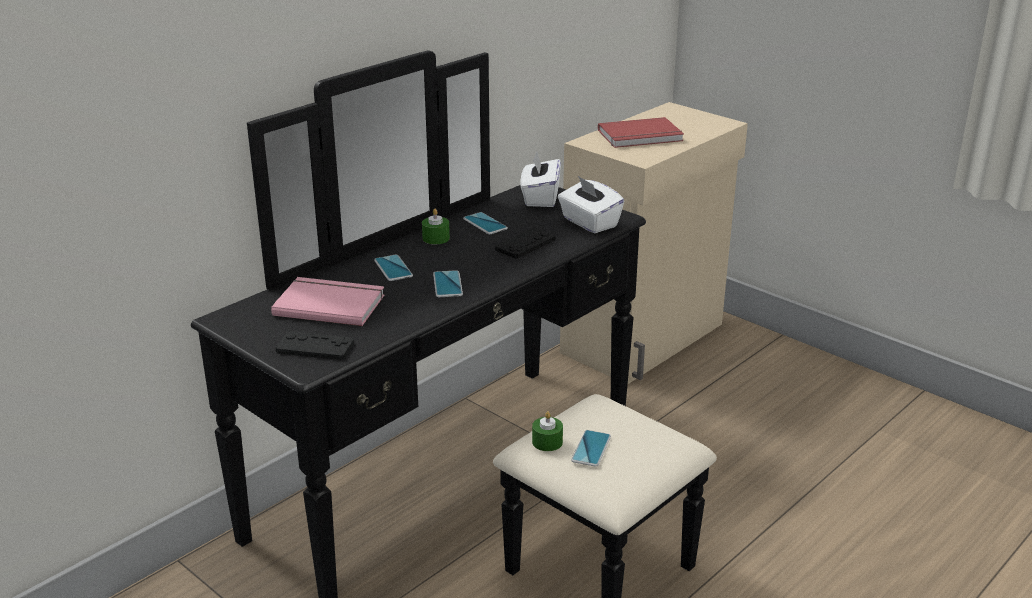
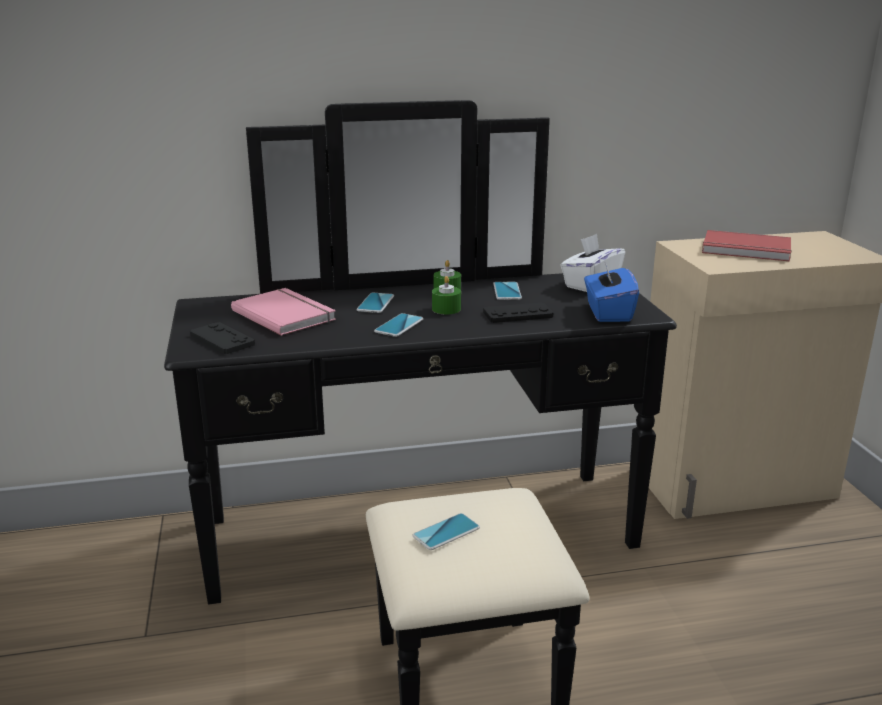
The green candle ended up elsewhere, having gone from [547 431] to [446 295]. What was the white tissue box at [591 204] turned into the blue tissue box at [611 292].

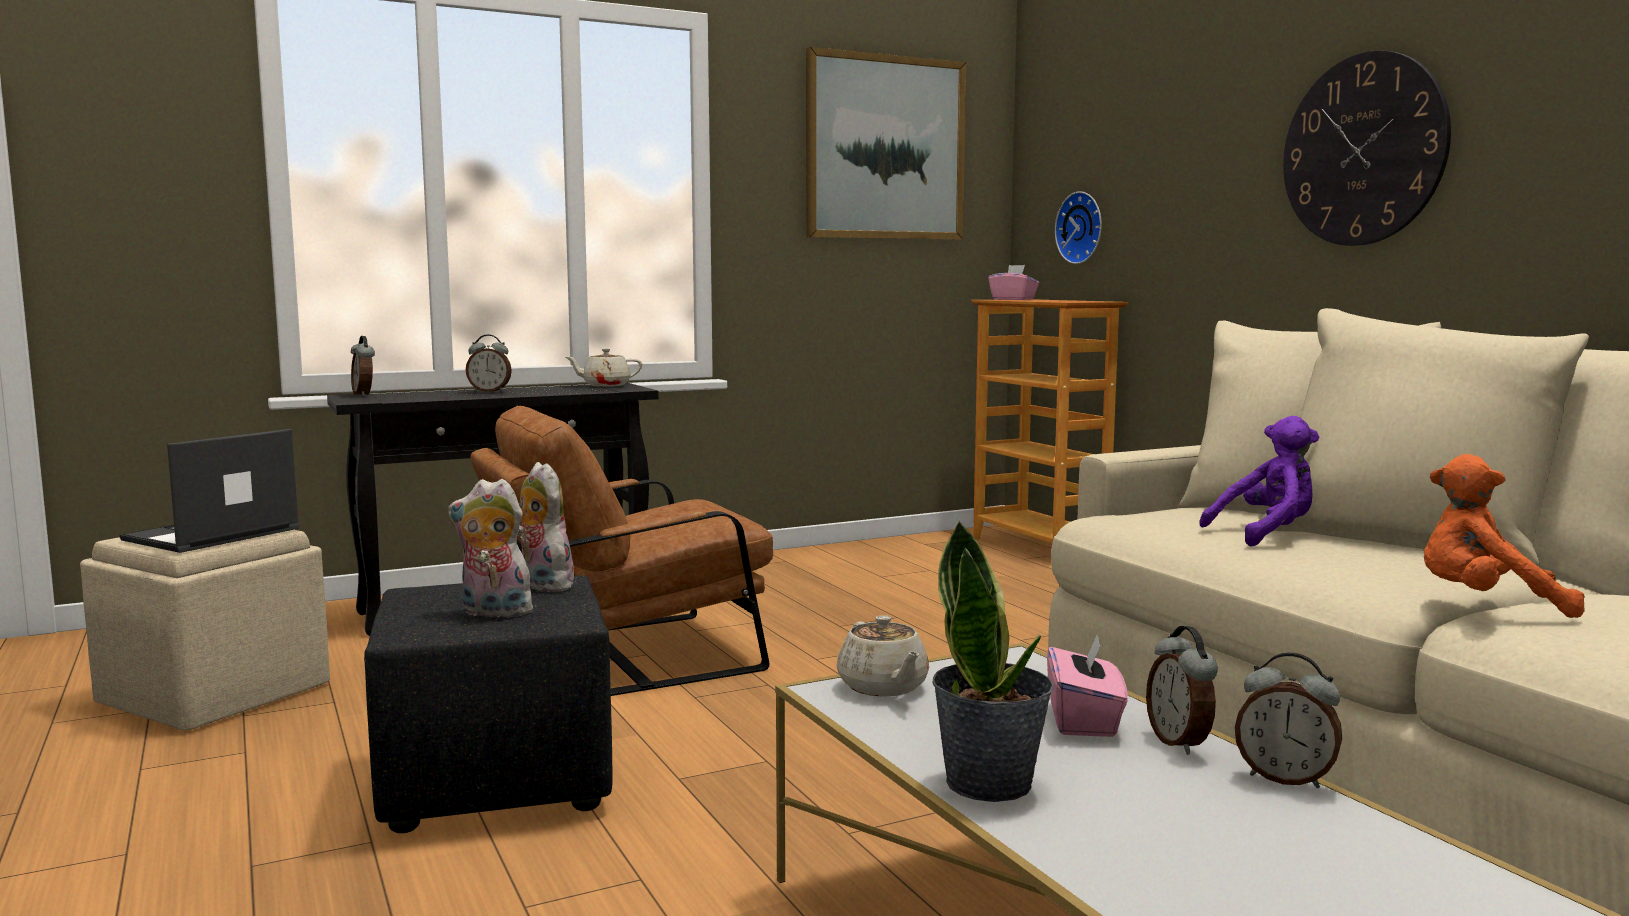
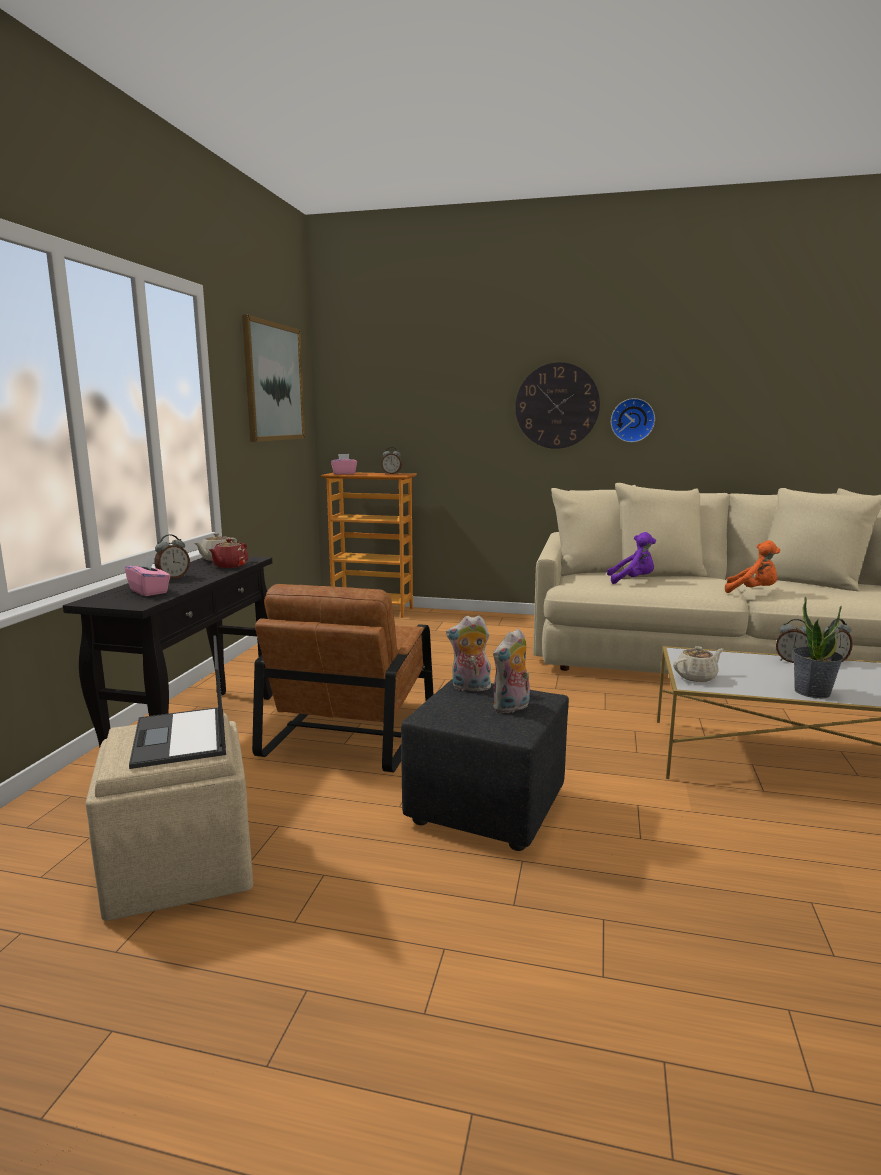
The second view gained the red teapot at [228 553]. The alarm clock ended up elsewhere, having gone from [363 366] to [391 460]. The pink tissue box ended up elsewhere, having gone from [1087 685] to [147 576]. The wall clock ended up elsewhere, having gone from [1078 227] to [633 420]. The beige teapot at [883 656] ended up facing another way, 45 degrees counterclockwise from before. The purple plush toy at [1260 481] ended up facing another way, 75 degrees clockwise from before. The orange plush toy at [1504 536] ended up facing another way, 120 degrees counterclockwise from before.

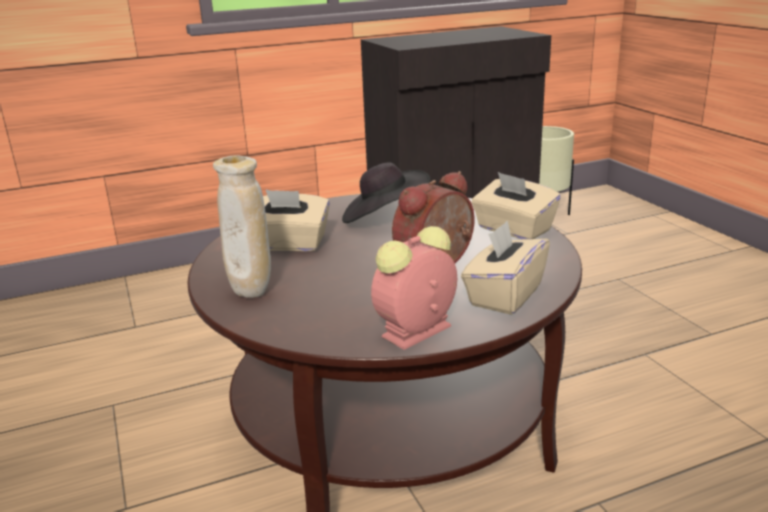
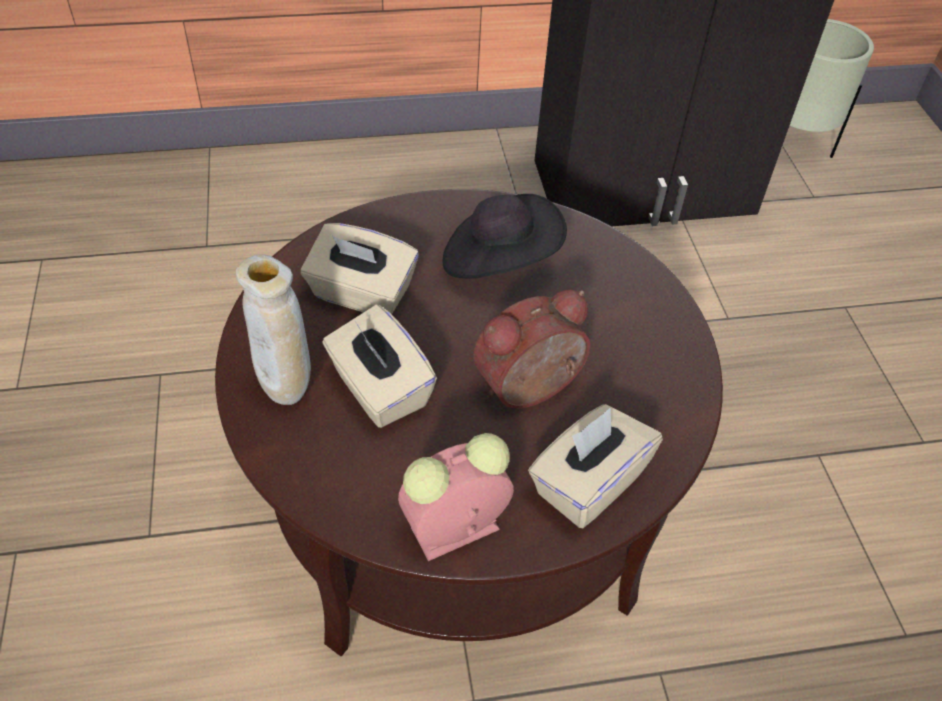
The beige tissue box ended up elsewhere, having gone from [516 206] to [379 366].

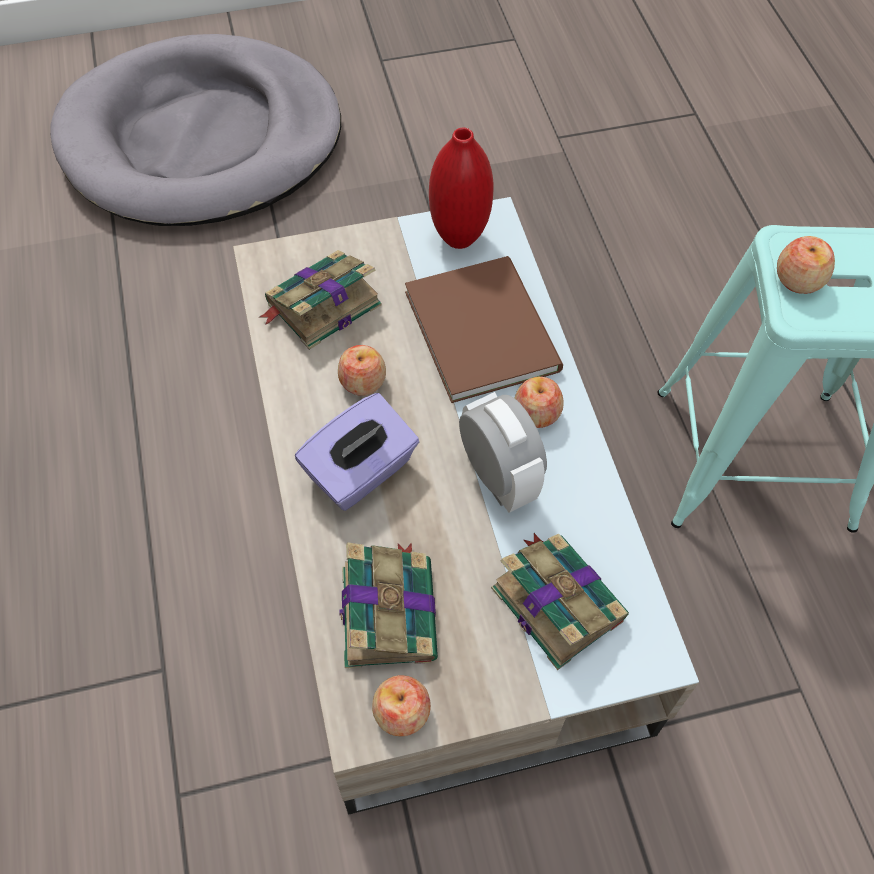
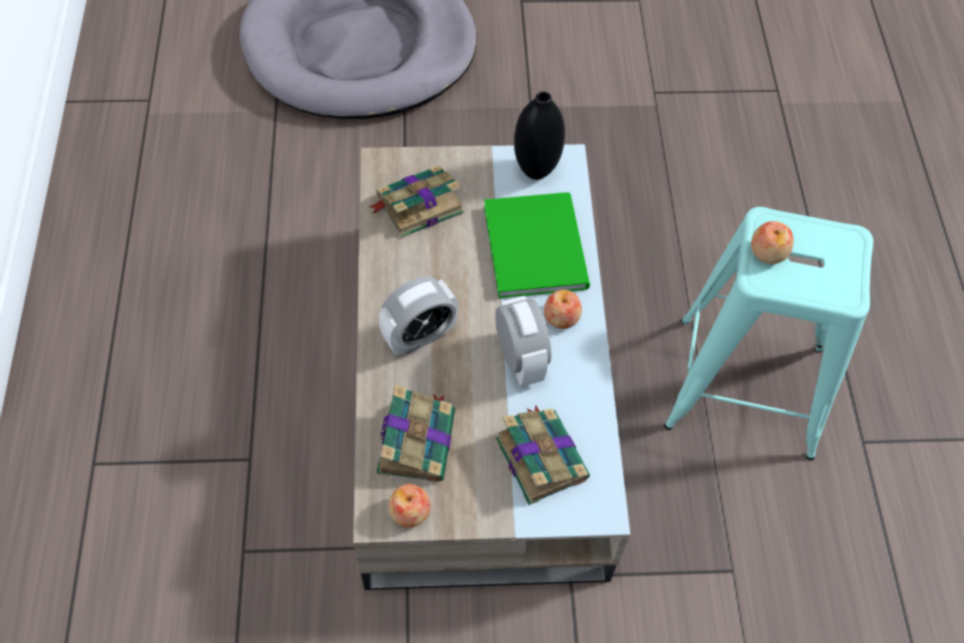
The second view lost the apple at [362 370]. Where the purple tissue box stood at [357 452], the alarm clock came to stand at [418 316]. What was the brown book at [484 329] turned into the green book at [537 245]. What was the red vase at [461 188] turned into the black vase at [539 136].

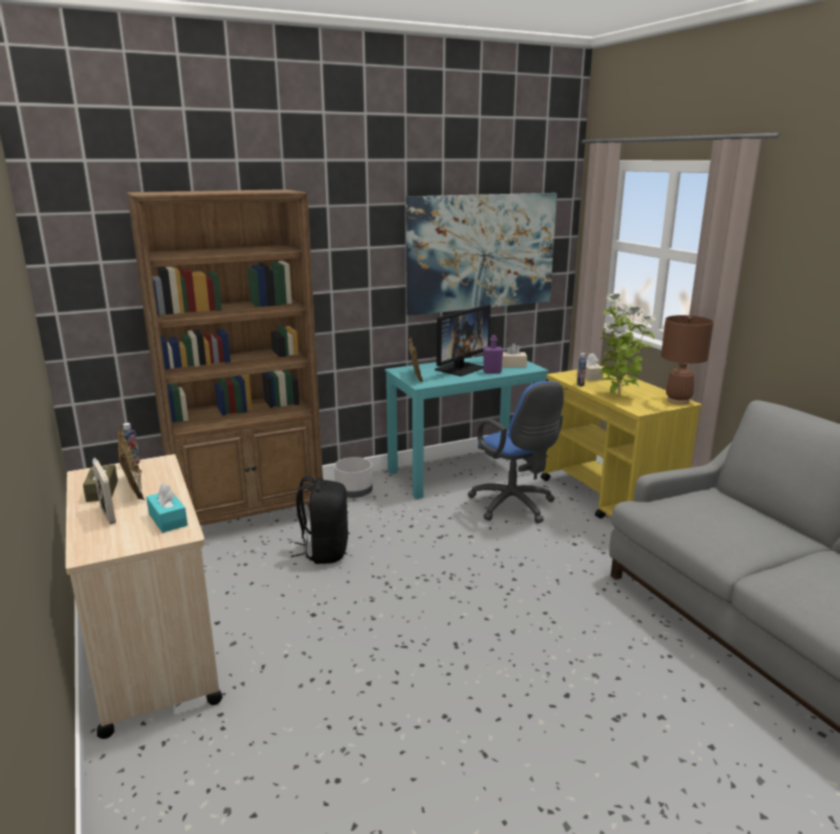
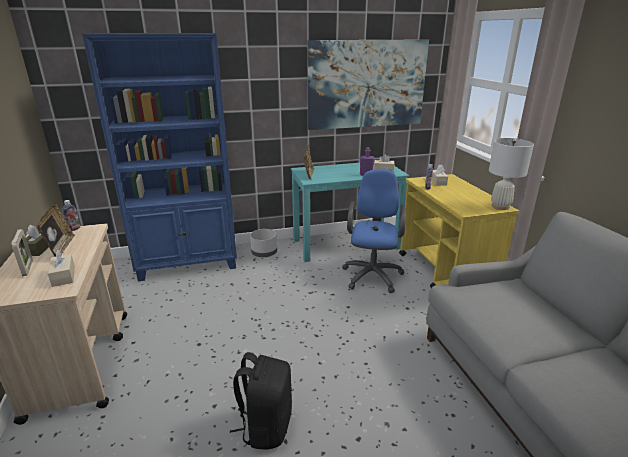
The second view lost the monitor at [463 340]. The second view lost the potted plant at [627 344]. The black backpack ended up elsewhere, having gone from [319 520] to [261 401]. What was the brown bookcase at [225 357] turned into the blue bookcase at [159 157]. What was the turquoise tissue box at [167 508] turned into the beige tissue box at [61 268]. What was the brown table lamp at [687 360] turned into the white table lamp at [511 174]. The blue office chair at [516 452] ended up facing another way, 150 degrees counterclockwise from before.

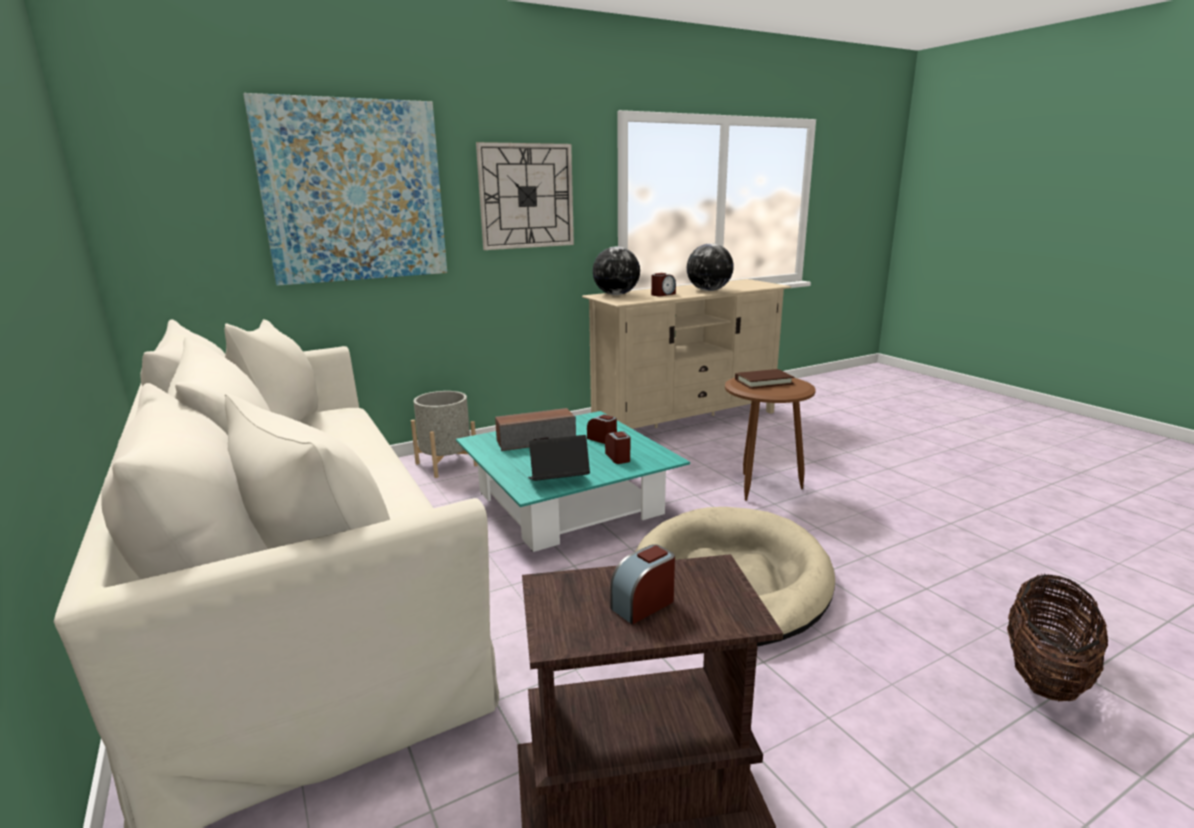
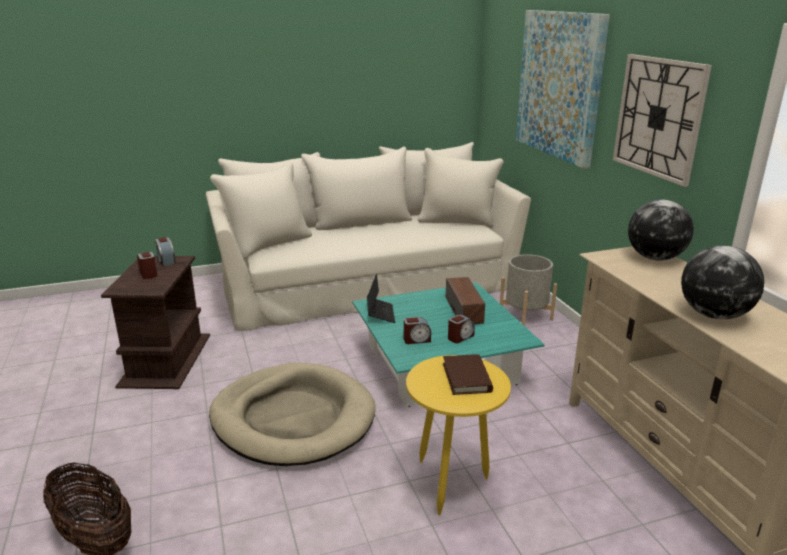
The alarm clock ended up elsewhere, having gone from [663 284] to [165 251]. What was the brown side table at [770 439] turned into the yellow side table at [458 435].

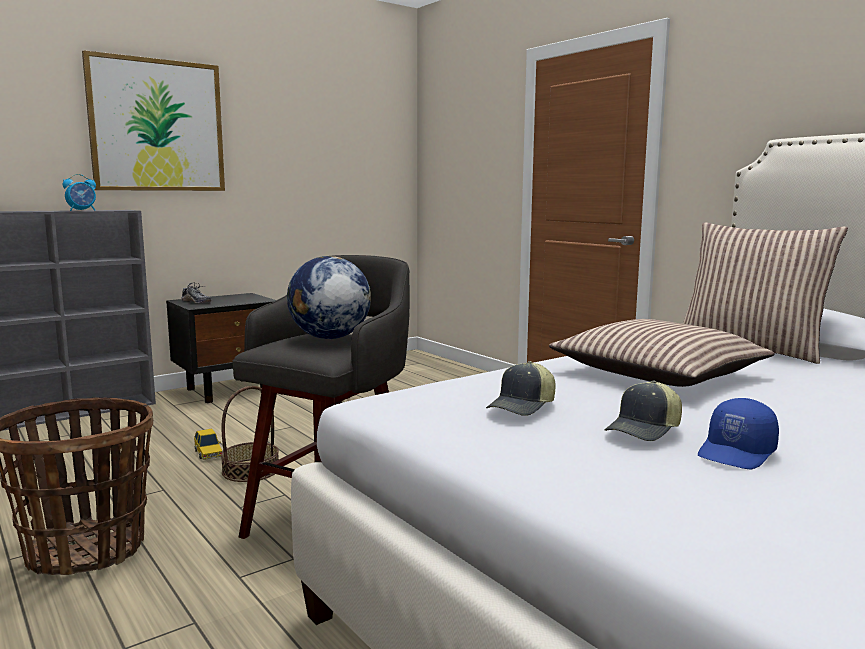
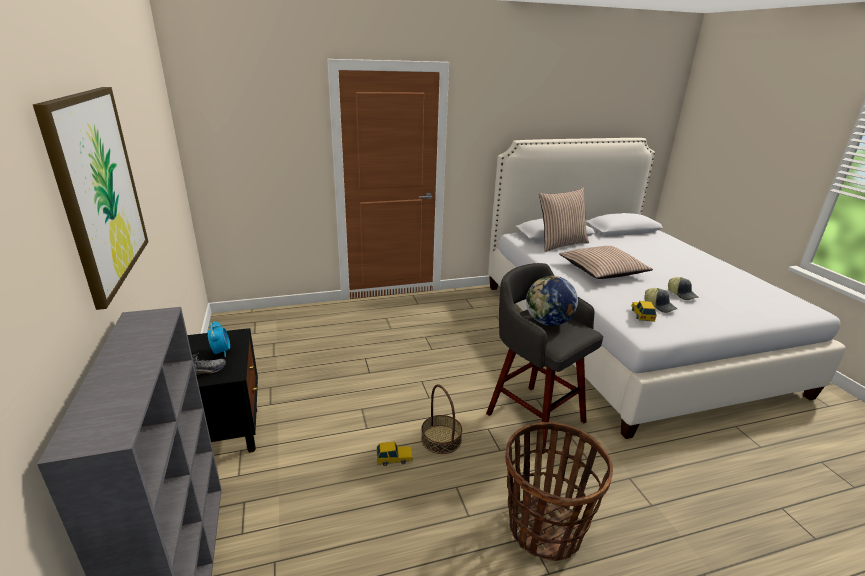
The second view lost the blue cap at [738 433]. The second view gained the toy car at [644 311]. The alarm clock ended up elsewhere, having gone from [79 192] to [219 339].

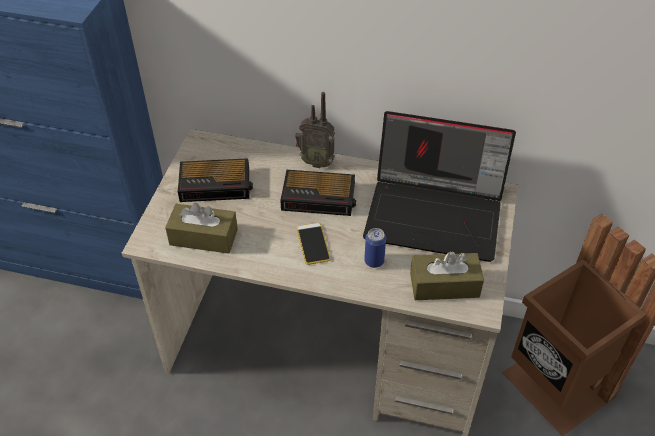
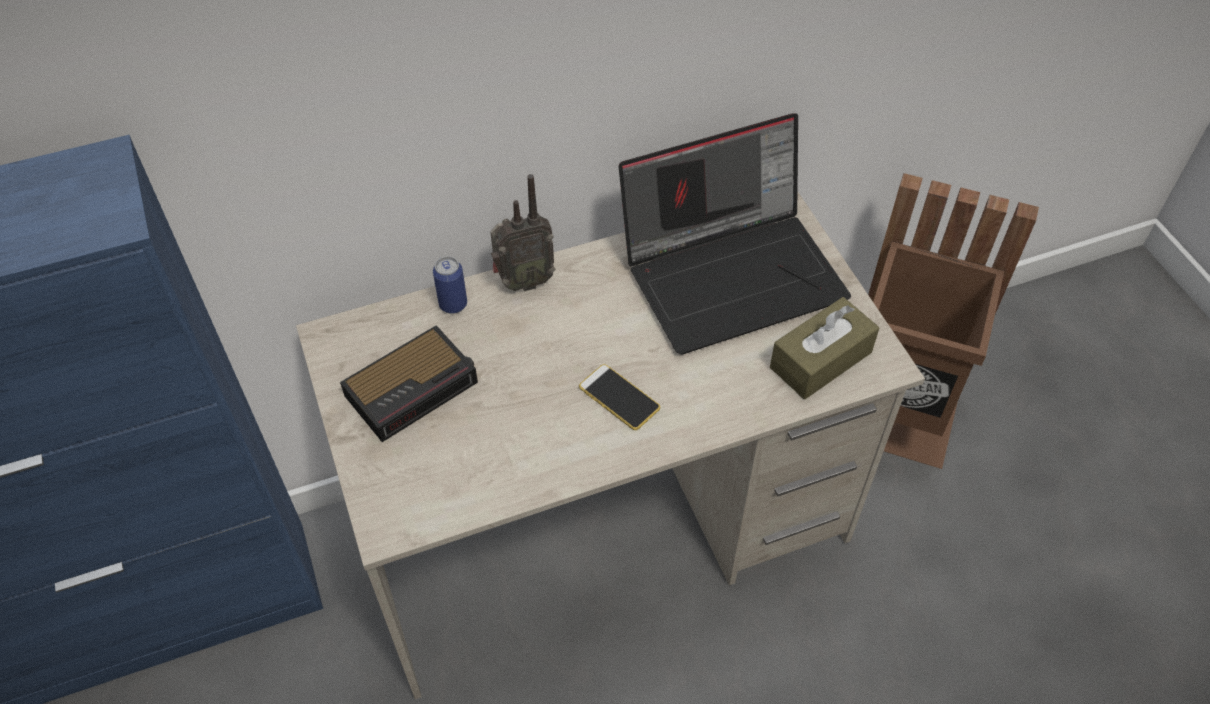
The second view lost the brown tissue box at [201 228]. The second view lost the alarm clock at [318 193]. The can ended up elsewhere, having gone from [375 248] to [450 285].

